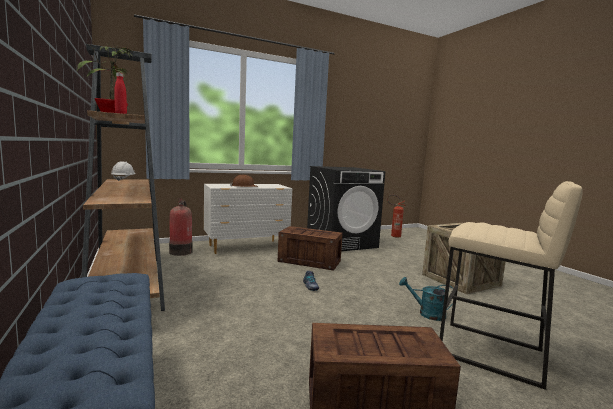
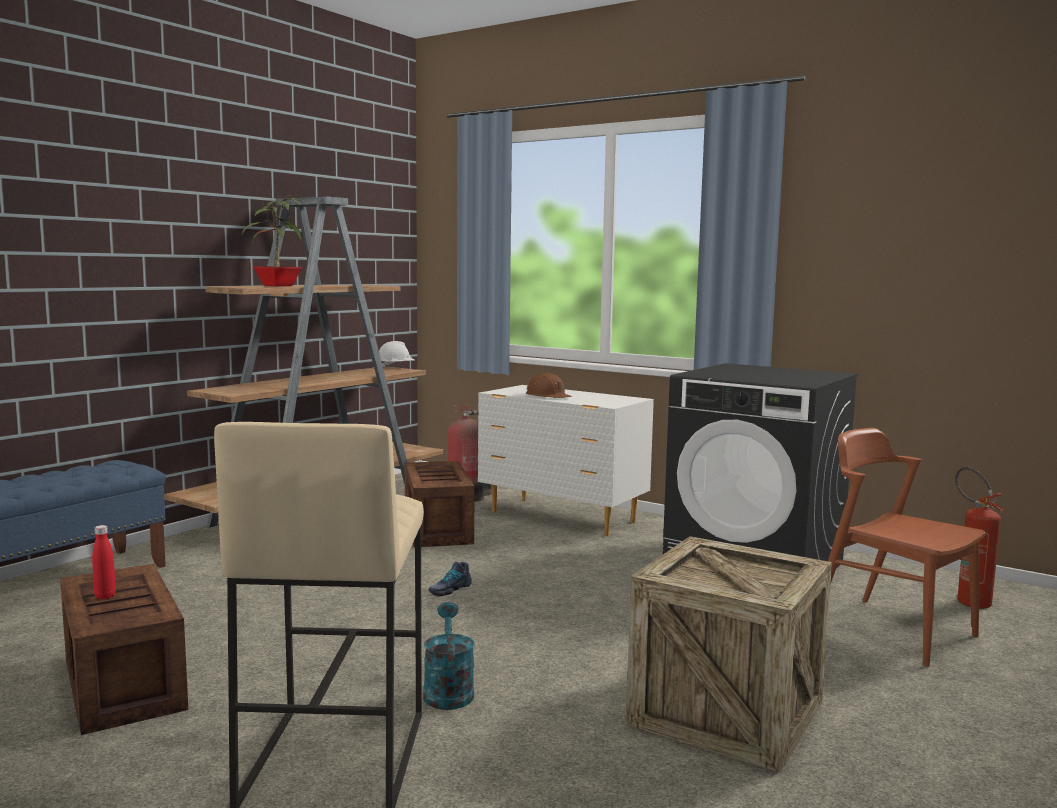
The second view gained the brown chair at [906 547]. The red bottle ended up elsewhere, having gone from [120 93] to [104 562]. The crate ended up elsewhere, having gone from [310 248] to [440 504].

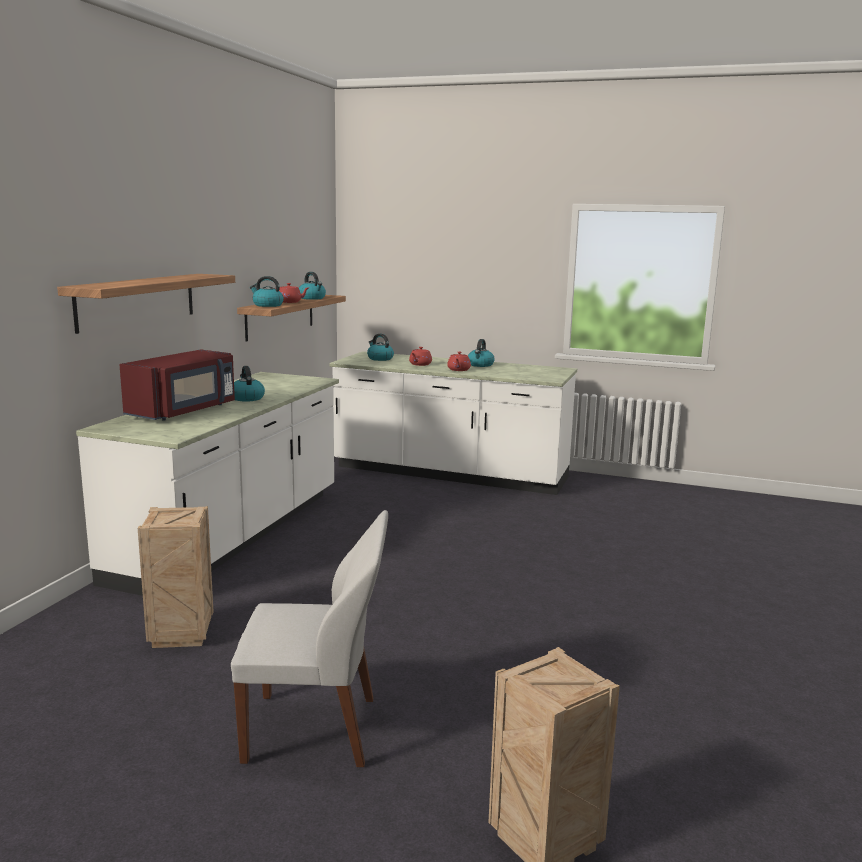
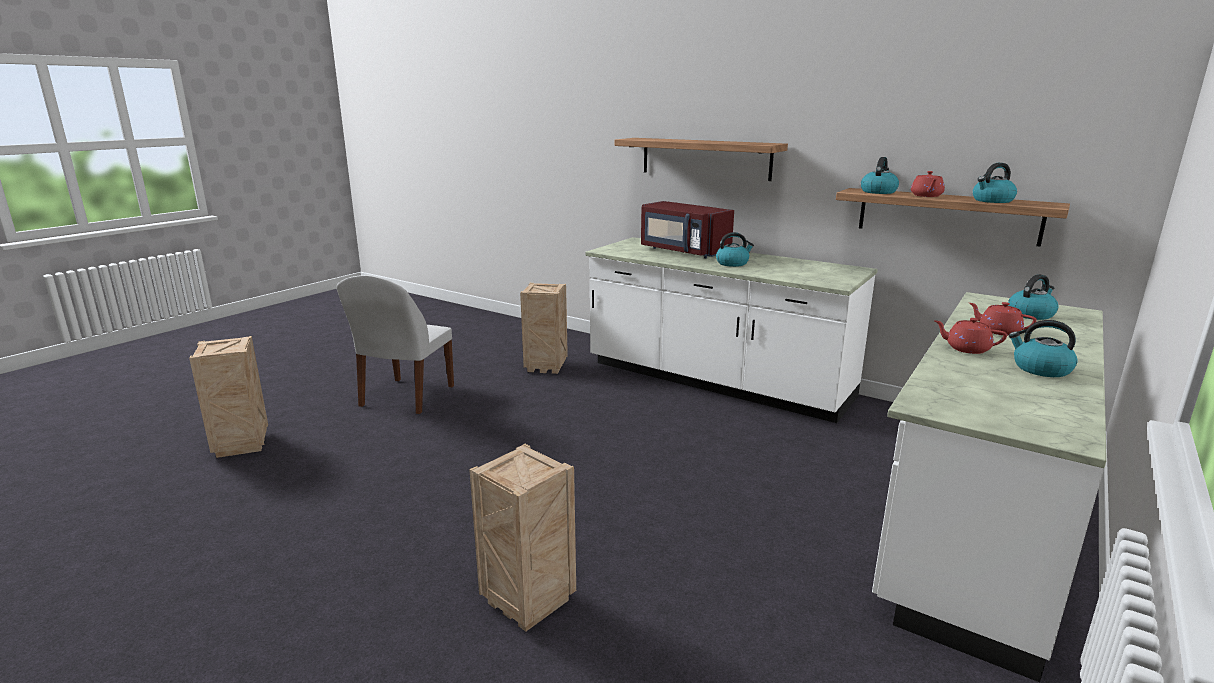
The second view gained the crate at [522 538].

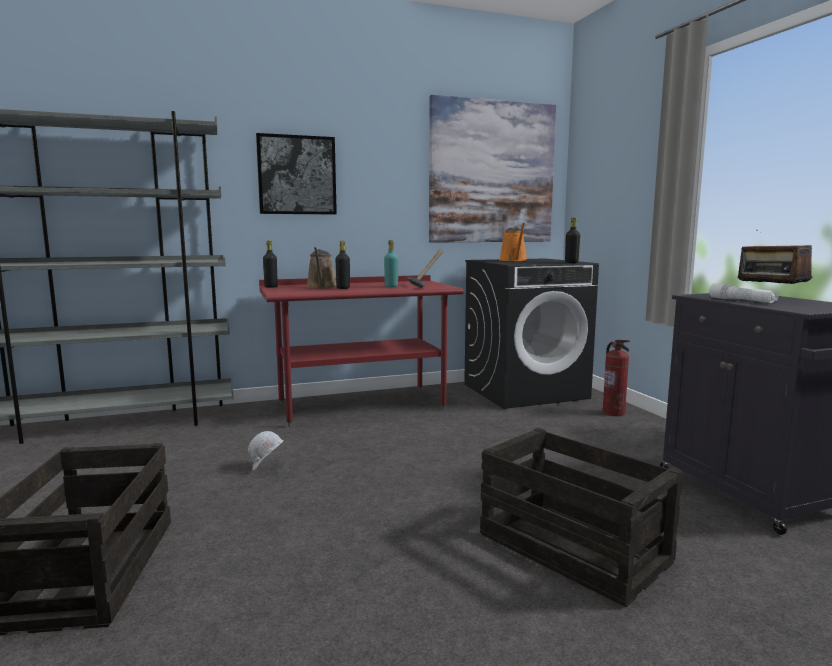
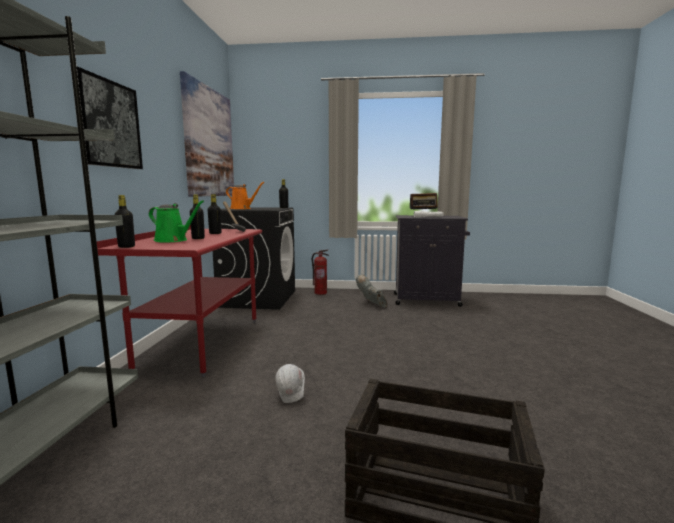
The second view lost the crate at [581 517]. The second view gained the grey boot at [372 291]. What was the brown watering can at [321 268] turned into the green watering can at [176 221]. What was the turquoise bottle at [391 263] turned into the black bottle at [215 214].

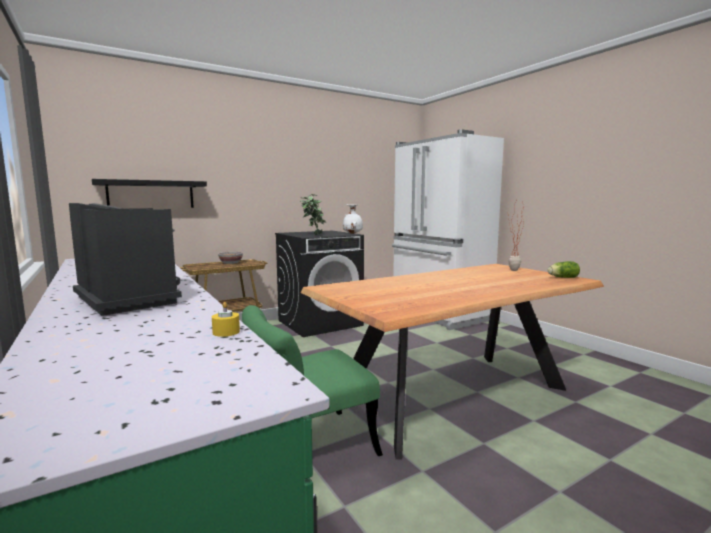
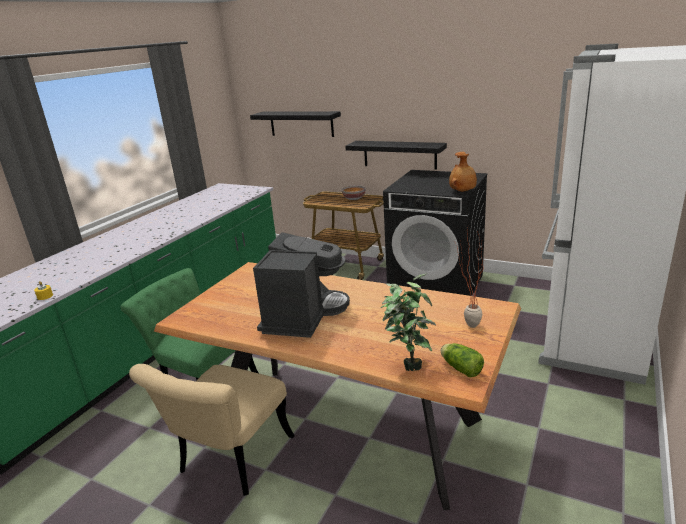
The second view gained the beige chair at [212 430]. The second view gained the black shelf at [396 155]. The coffee machine ended up elsewhere, having gone from [125 259] to [301 285]. The potted plant ended up elsewhere, having gone from [313 214] to [408 322]. What was the white vase at [353 219] turned into the brown vase at [463 172].

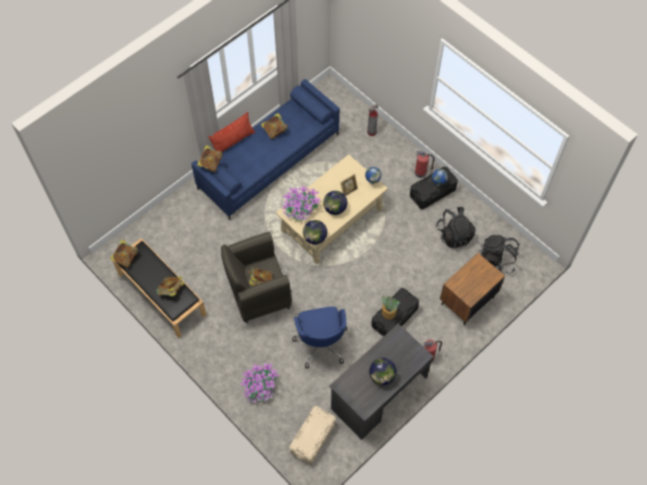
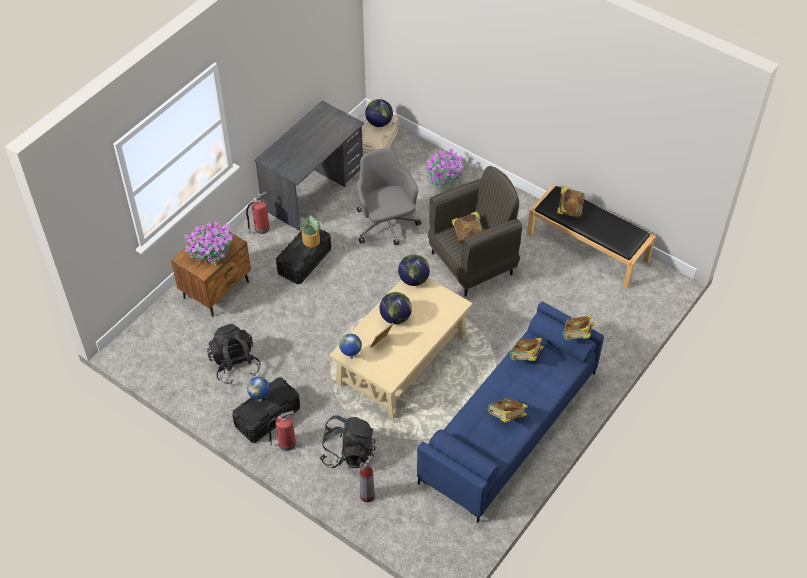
The second view lost the pillow at [231 132]. The book ended up elsewhere, having gone from [124 254] to [527 349]. The potted plant ended up elsewhere, having gone from [301 203] to [209 243]. The globe ended up elsewhere, having gone from [383 371] to [379 113]. The black backpack ended up elsewhere, having gone from [499 254] to [348 441]. What was the blue office chair at [319 338] turned into the grey office chair at [389 196].

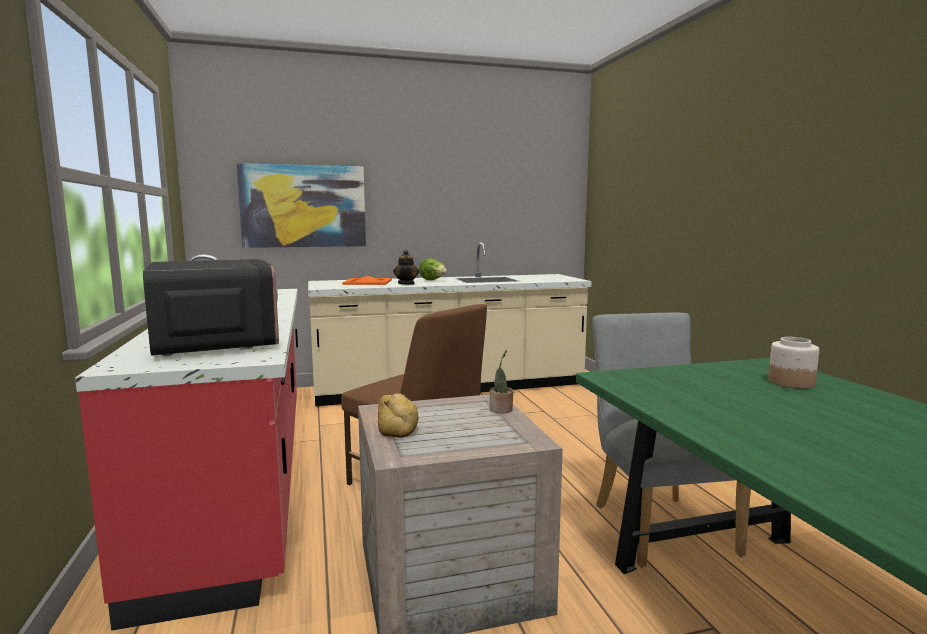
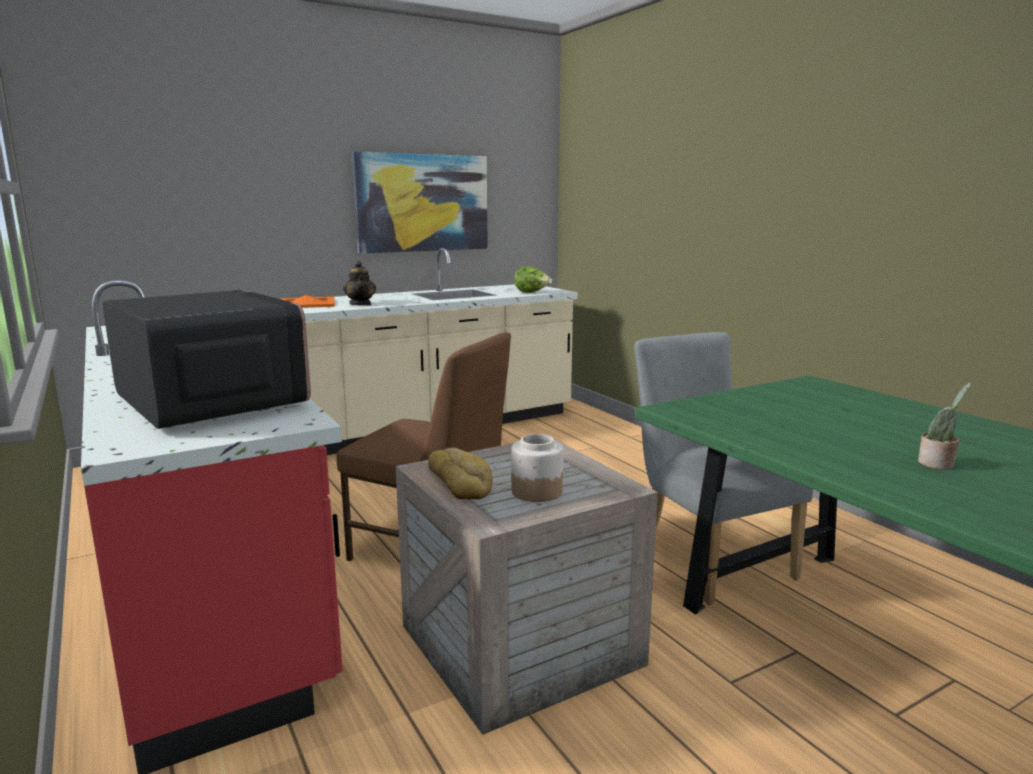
The picture ended up elsewhere, having gone from [301 205] to [420 202]. The lettuce ended up elsewhere, having gone from [433 269] to [533 279]. The potted plant ended up elsewhere, having gone from [501 381] to [944 425]. The jar ended up elsewhere, having gone from [793 363] to [537 468].

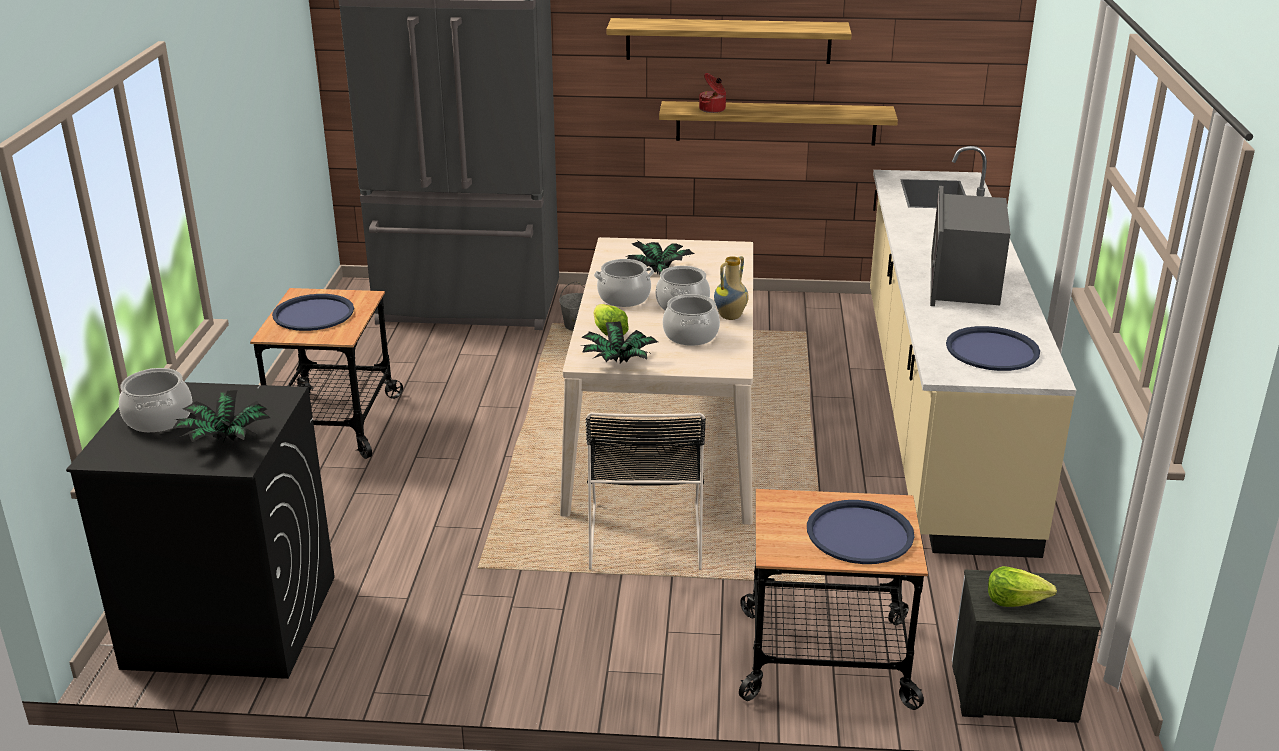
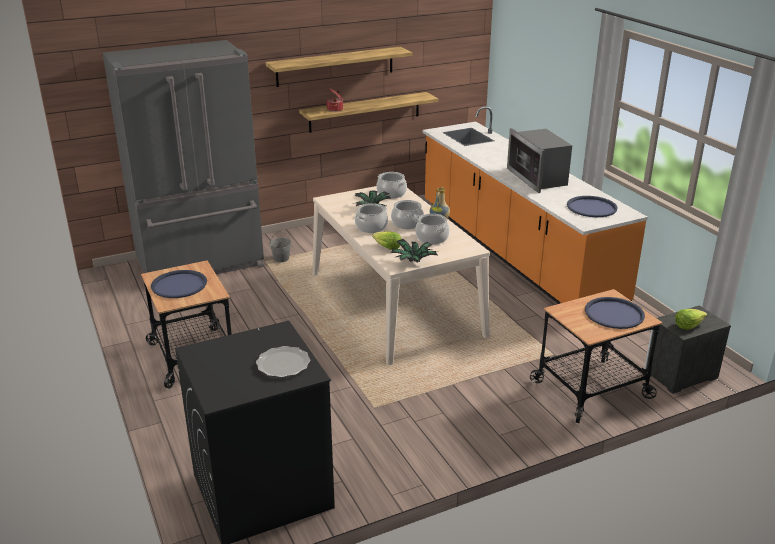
The second view lost the black chair at [645 491]. The cooking pot ended up elsewhere, having gone from [155 400] to [391 185]. Where the potted plant stood at [221 416], the plate came to stand at [283 361]. What was the beige counter at [973 352] turned into the orange counter at [535 205].

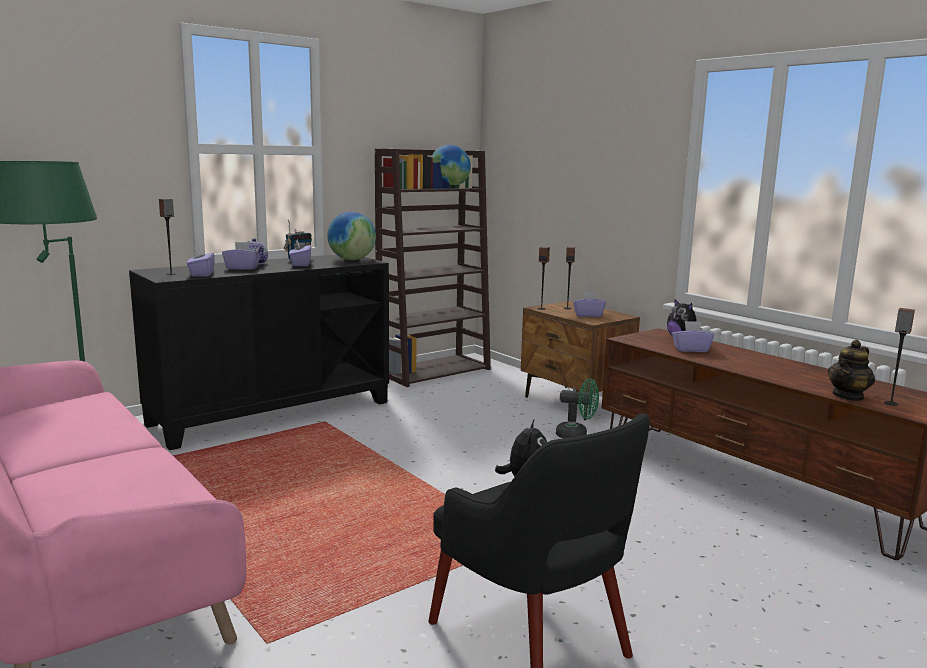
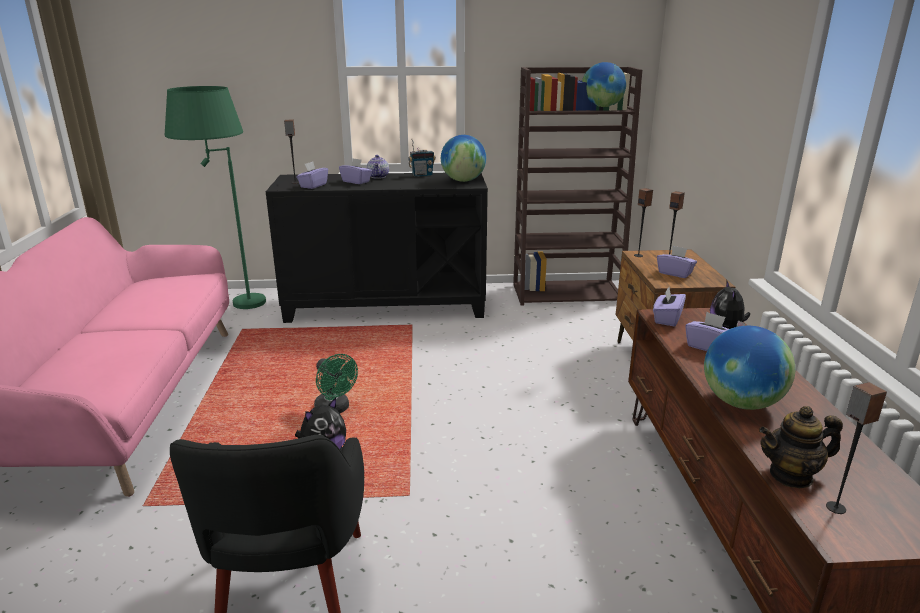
The second view gained the globe at [749 368]. The purple tissue box ended up elsewhere, having gone from [300 252] to [669 306]. The green fan ended up elsewhere, having gone from [577 408] to [336 383].

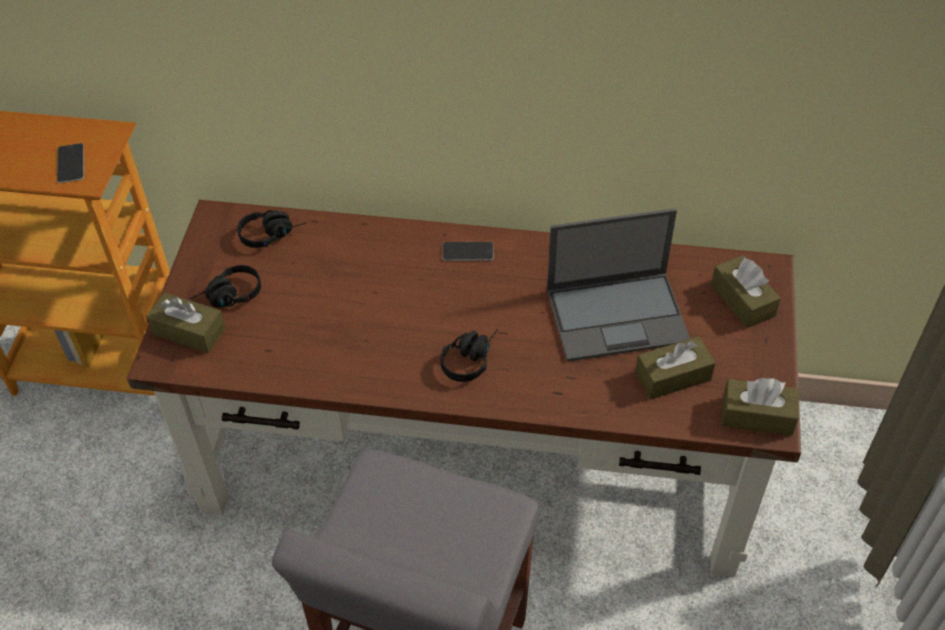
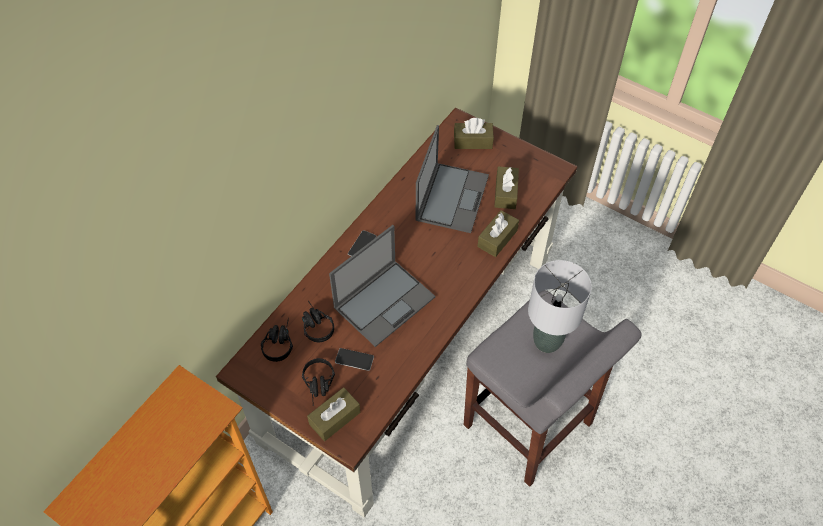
The second view gained the laptop at [382 286]. The second view gained the grey table lamp at [560 306]. The phone ended up elsewhere, having gone from [70 163] to [354 359]. The black headphones ended up elsewhere, having gone from [469 355] to [318 321]. The brown tissue box ended up elsewhere, having gone from [760 407] to [498 233].

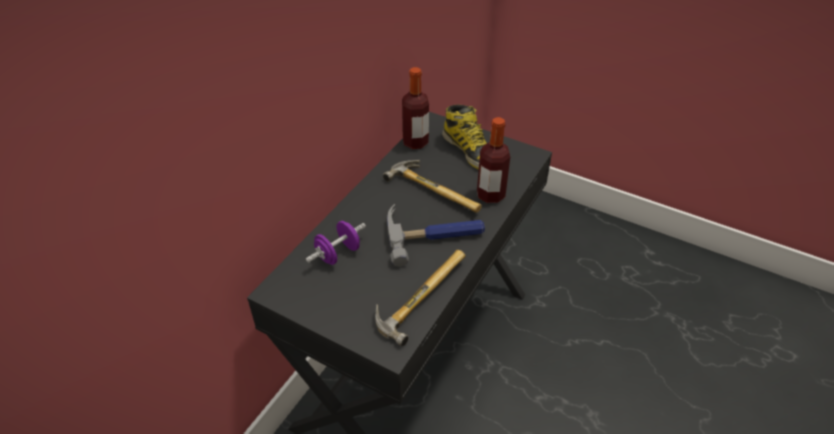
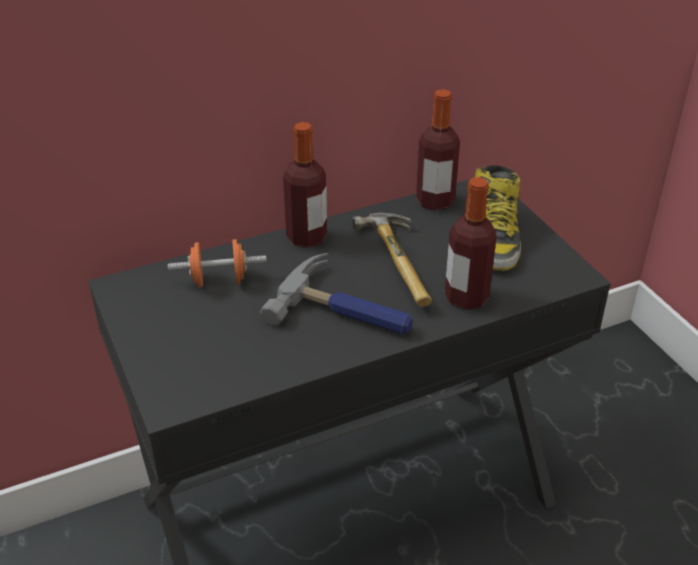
The second view lost the hammer at [420 298]. The second view gained the bottle at [305 185]. What was the purple dumbbell at [335 243] turned into the orange dumbbell at [217 263].

